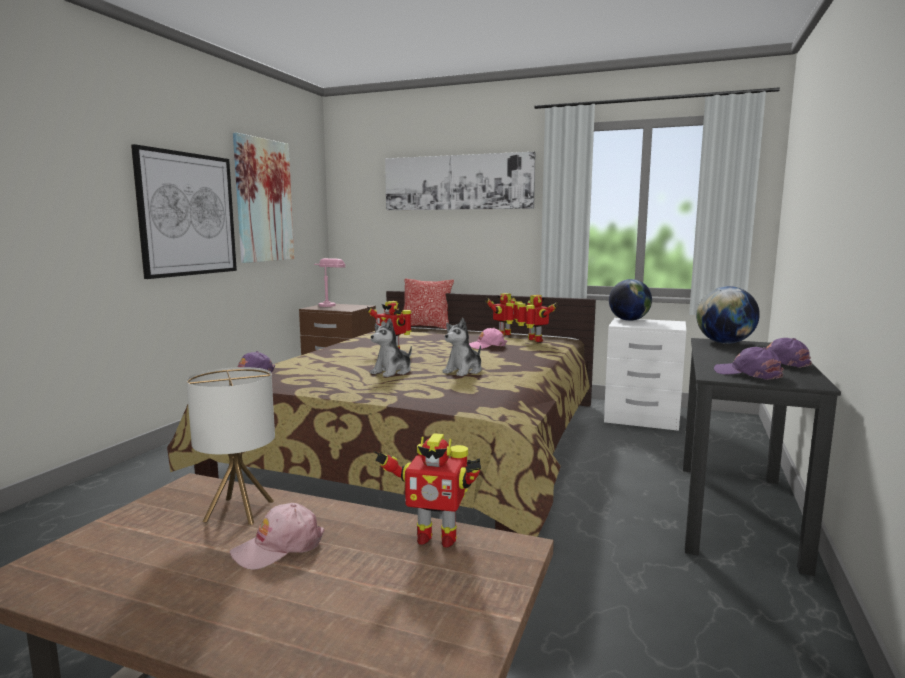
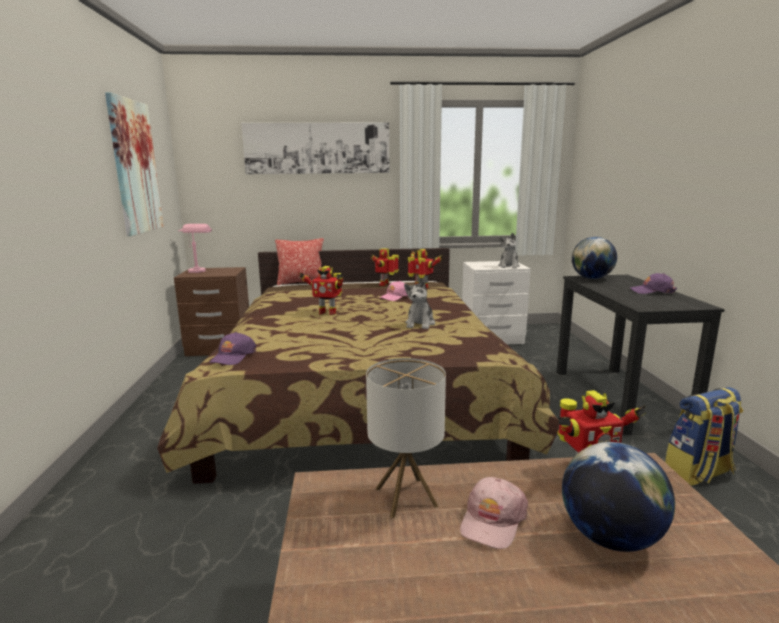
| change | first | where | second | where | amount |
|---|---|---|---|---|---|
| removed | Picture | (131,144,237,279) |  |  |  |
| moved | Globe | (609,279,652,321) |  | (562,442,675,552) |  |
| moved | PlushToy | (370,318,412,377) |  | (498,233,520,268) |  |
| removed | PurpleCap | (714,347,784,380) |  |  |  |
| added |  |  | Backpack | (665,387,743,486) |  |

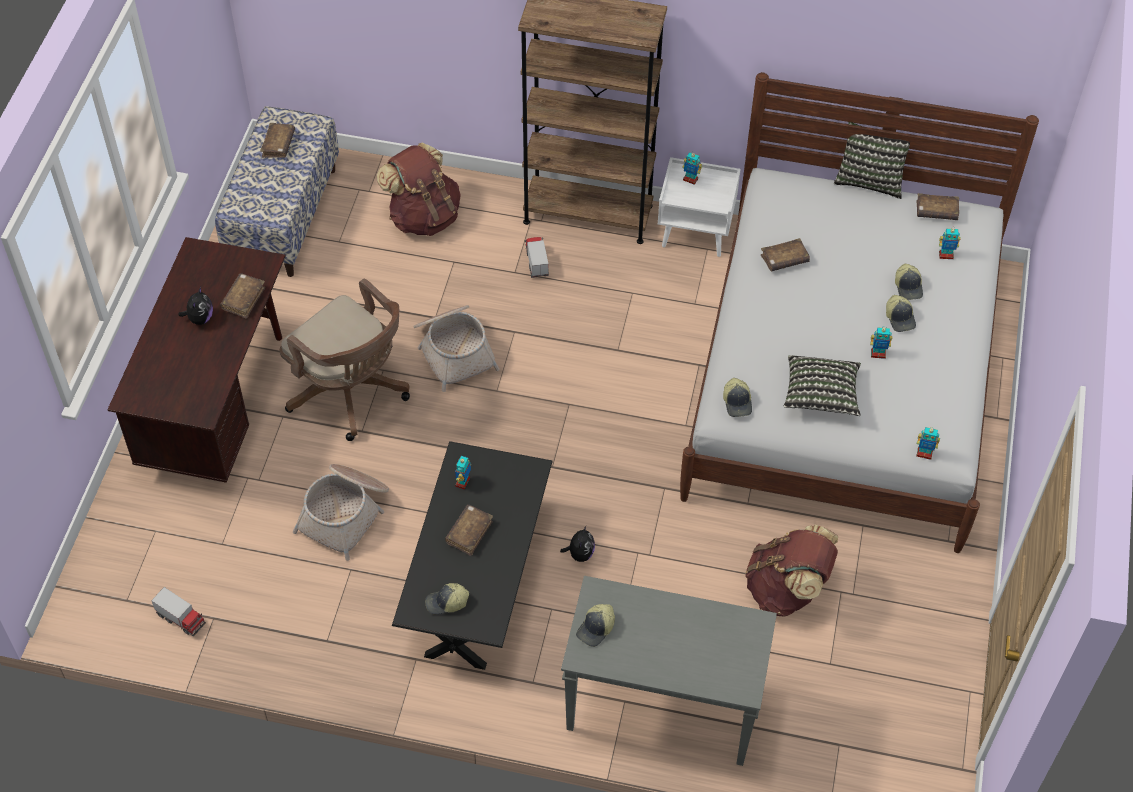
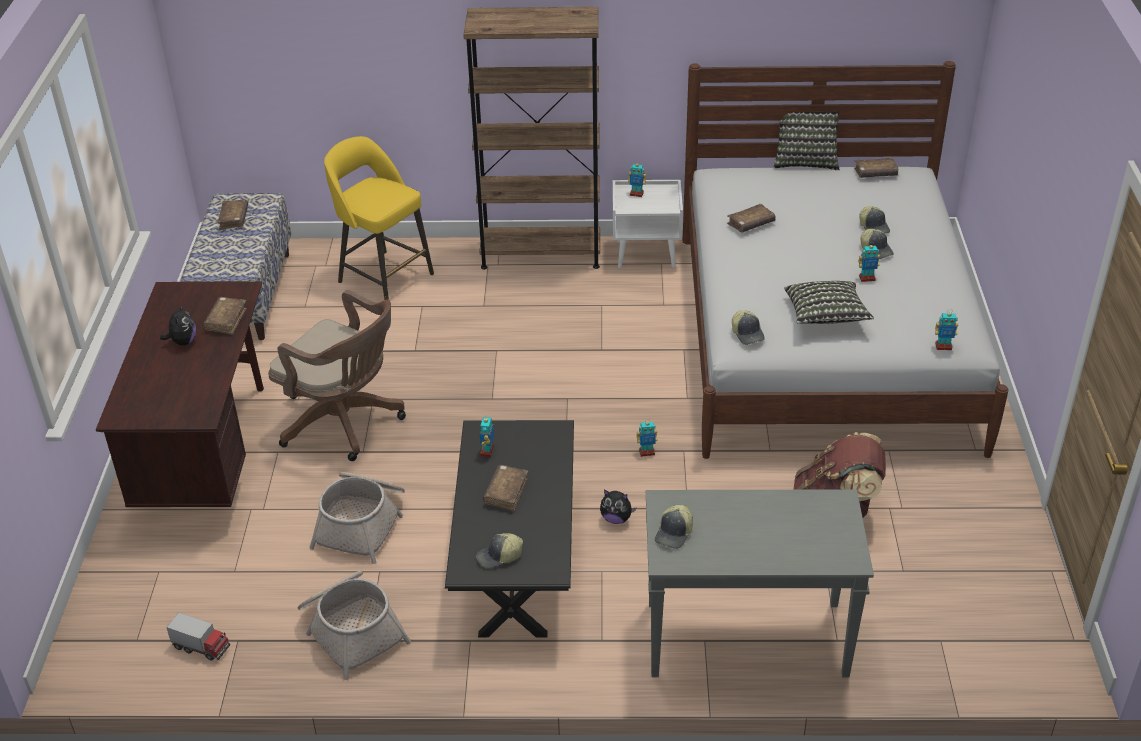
| change | first | where | second | where | amount |
|---|---|---|---|---|---|
| replaced | BrownBackpack | (377,143,461,236) | YellowStool | (324,136,434,300) |  |
| moved | ToyRobot | (939,228,960,259) |  | (636,421,658,457) |  |
| removed | ToyTruck | (525,237,549,278) |  |  |  |
| moved | Basket | (413,305,500,392) |  | (298,571,411,680) |  |
| turned | PlushToy | (560,526,595,562) |  | (600,490,636,524) | 105 degrees clockwise |

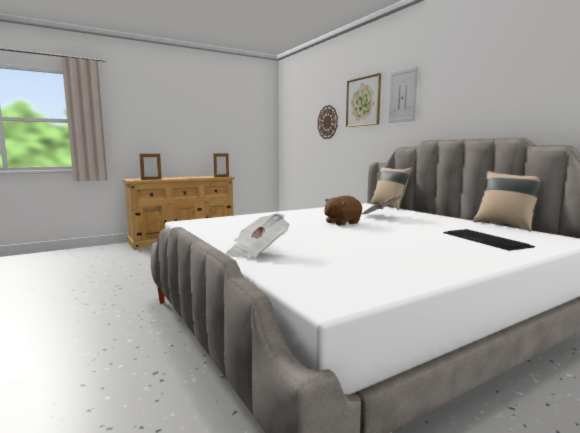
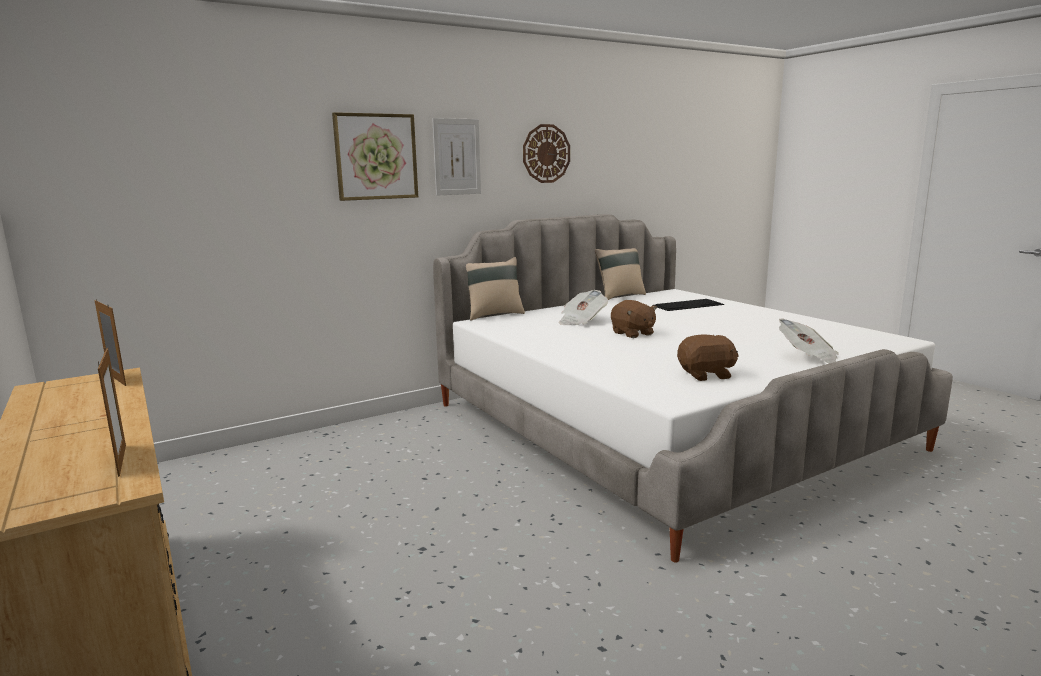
| change | first | where | second | where | amount |
|---|---|---|---|---|---|
| moved | WallClock | (318,105,338,139) |  | (523,124,570,183) |  |
| added |  |  | BrownPlushToy | (677,334,739,381) |  |

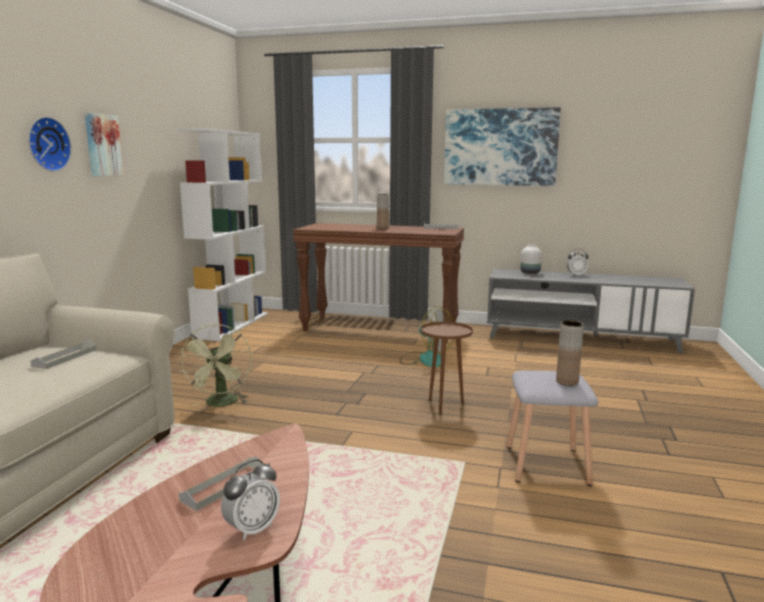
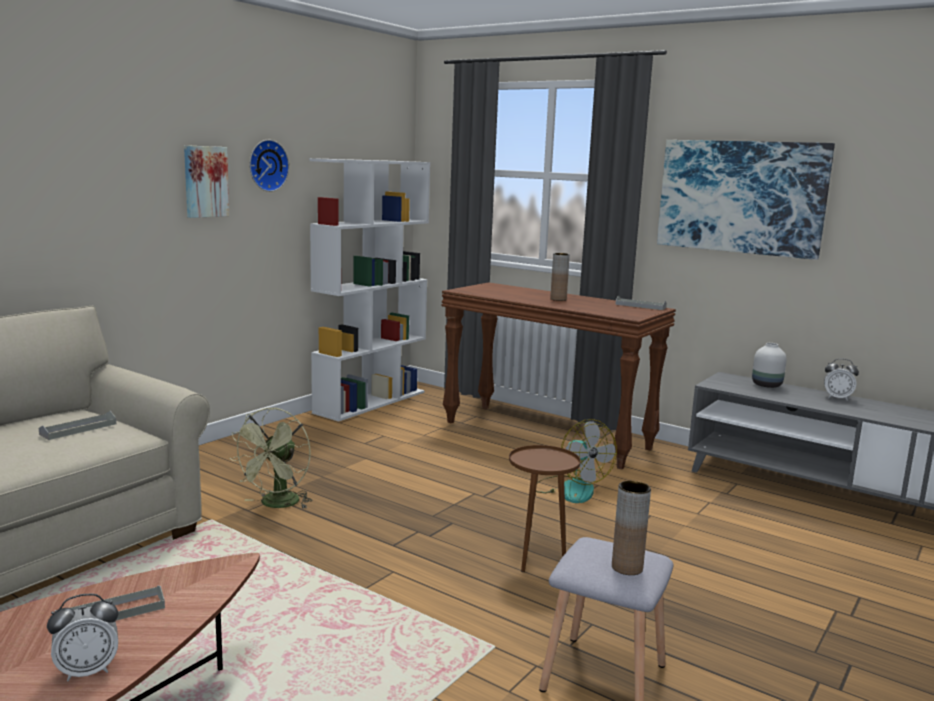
| change | first | where | second | where | amount |
|---|---|---|---|---|---|
| moved | WallClock | (28,117,72,172) |  | (249,140,289,192) |  |

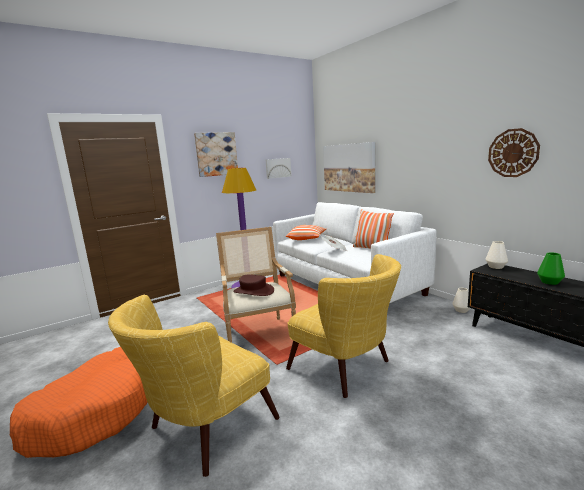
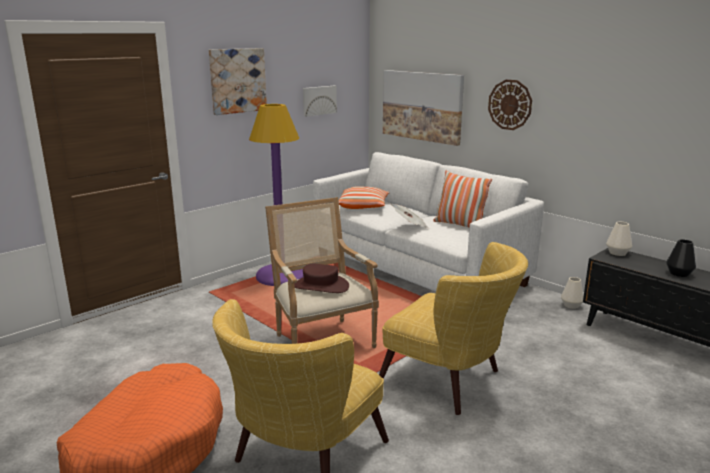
| change | first | where | second | where | amount |
|---|---|---|---|---|---|
| moved | WallClock | (488,128,540,177) |  | (488,80,532,130) |  |
| recoloured | GreenVase | (537,252,565,285) | BlackVase | (666,239,696,277) |  |

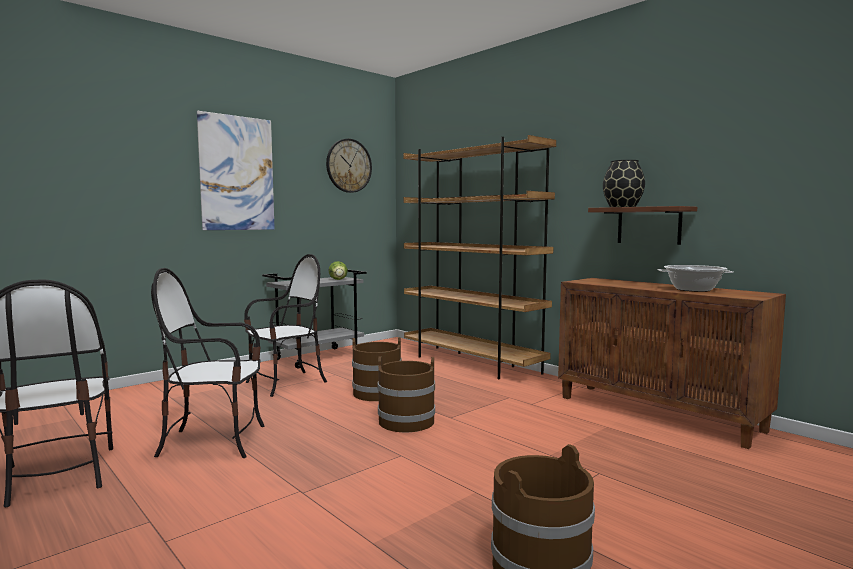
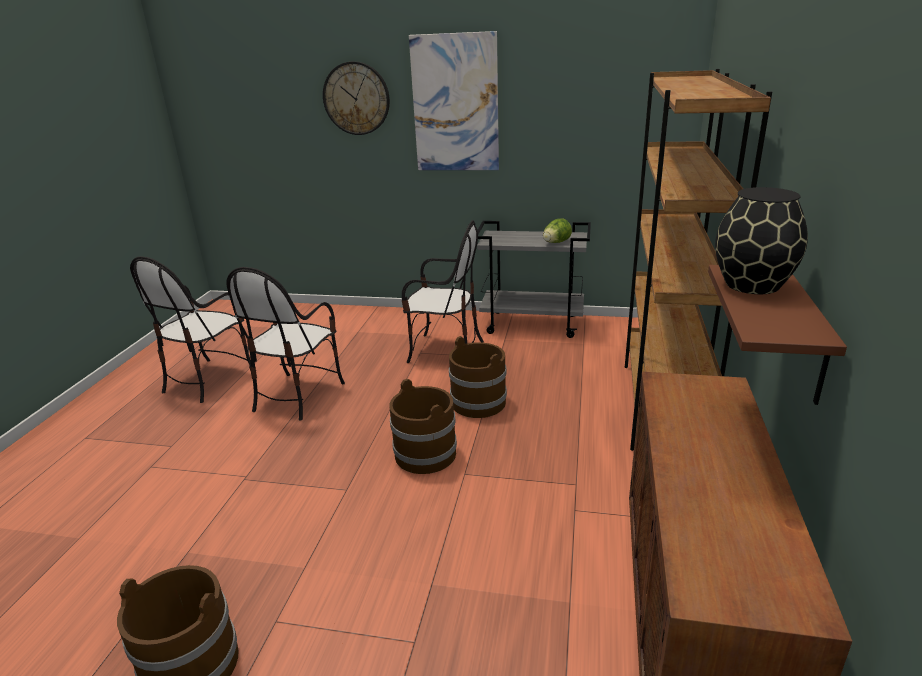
| change | first | where | second | where | amount |
|---|---|---|---|---|---|
| moved | WallClock | (326,139,372,193) |  | (323,61,390,135) |  |
| removed | CookingPot | (658,265,734,292) |  |  |  |
| turned | Chair | (151,268,264,458) |  | (227,267,345,421) | 120 degrees counterclockwise |

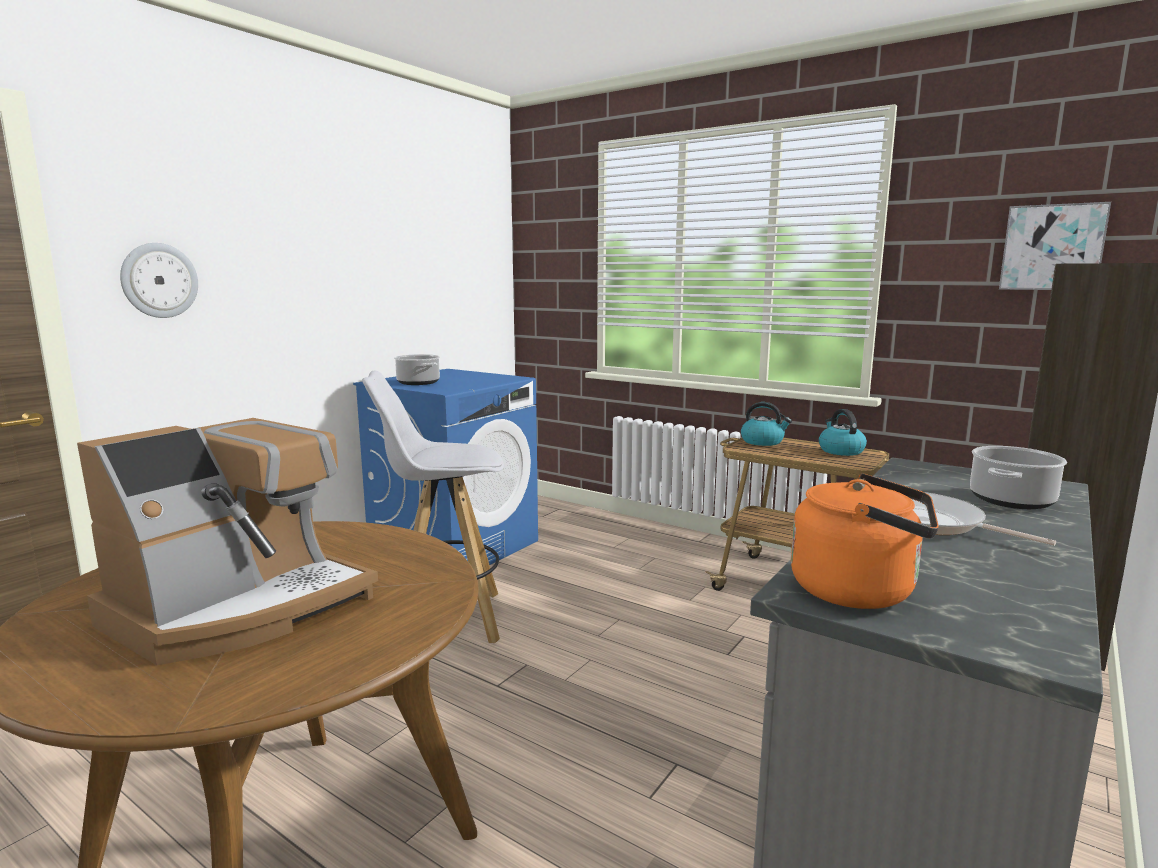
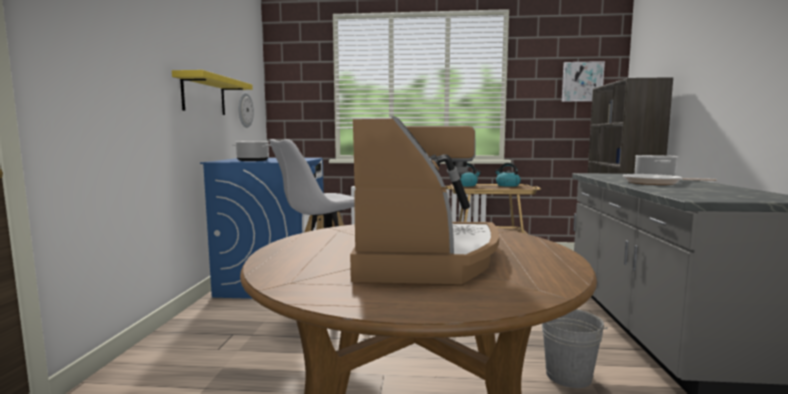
| change | first | where | second | where | amount |
|---|---|---|---|---|---|
| moved | WallClock | (120,243,198,318) |  | (238,92,254,128) |  |
| removed | OrangeKettle | (791,473,939,609) |  |  |  |
| added |  |  | YellowShelf | (172,70,253,115) |  |
| added |  |  | GreyBucket | (542,309,608,388) |  |

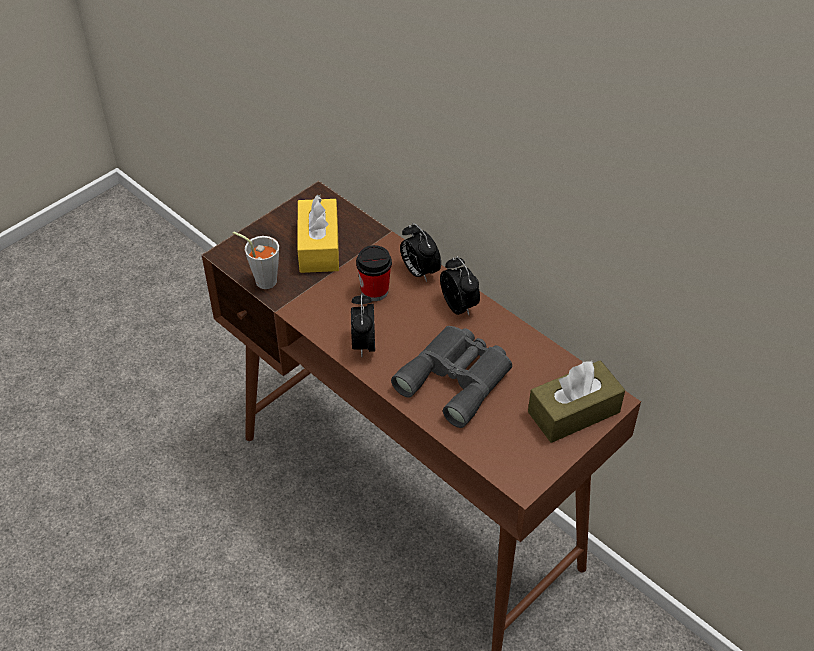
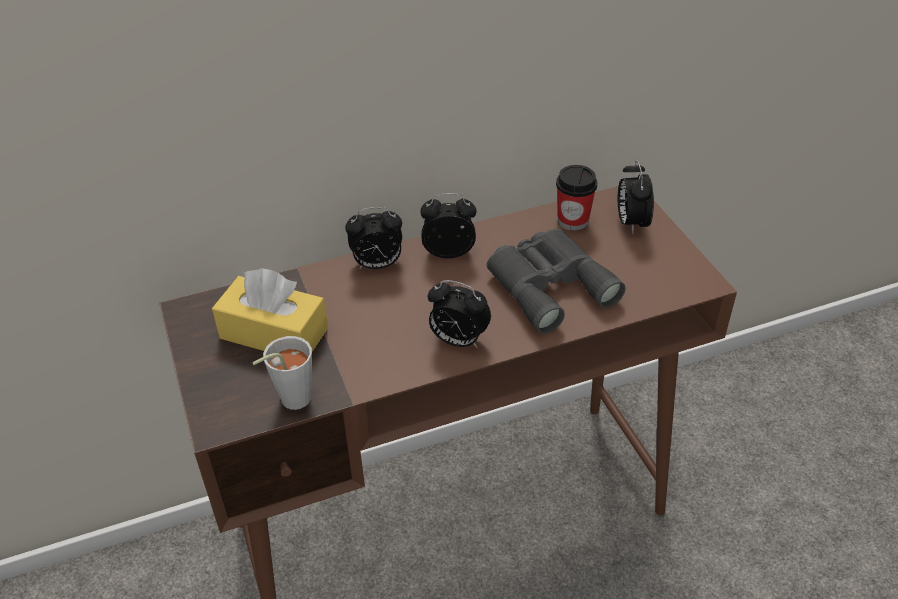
| change | first | where | second | where | amount |
|---|---|---|---|---|---|
| moved | Cup | (356,245,392,301) |  | (556,165,597,231) |  |
| replaced | BrownTissueBox | (528,360,625,443) | AlarmClock | (618,160,654,235) |  |

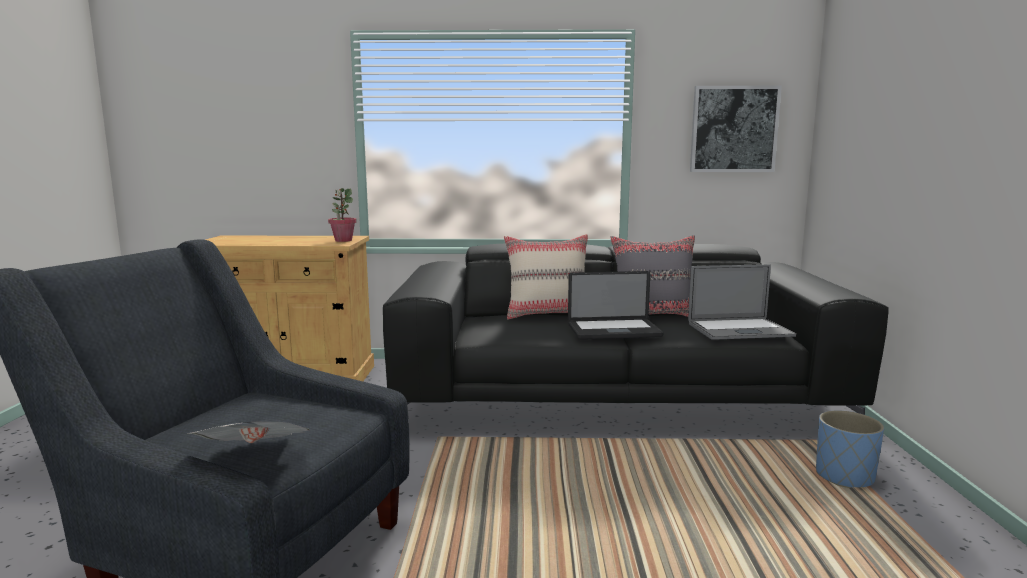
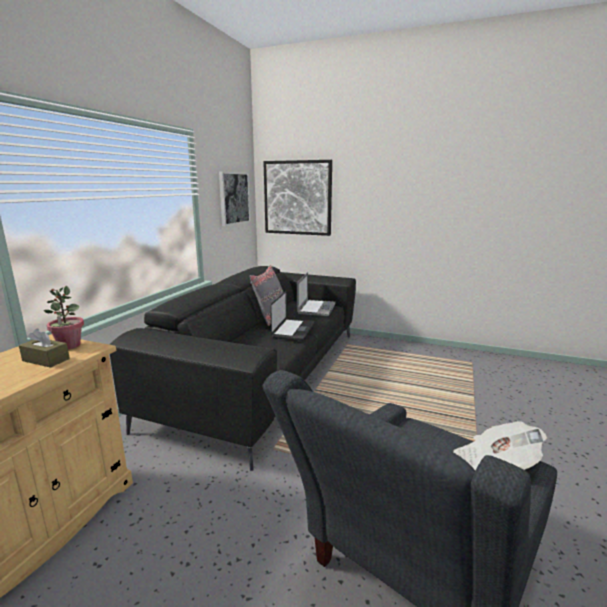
| change | first | where | second | where | amount |
|---|---|---|---|---|---|
| removed | BeigePillow | (504,234,588,319) |  |  |  |
| removed | BluePlanter | (816,411,884,488) |  |  |  |
| added |  |  | Picture | (263,160,332,236) |  |
| added |  |  | BrownTissueBox | (19,329,70,368) |  |

